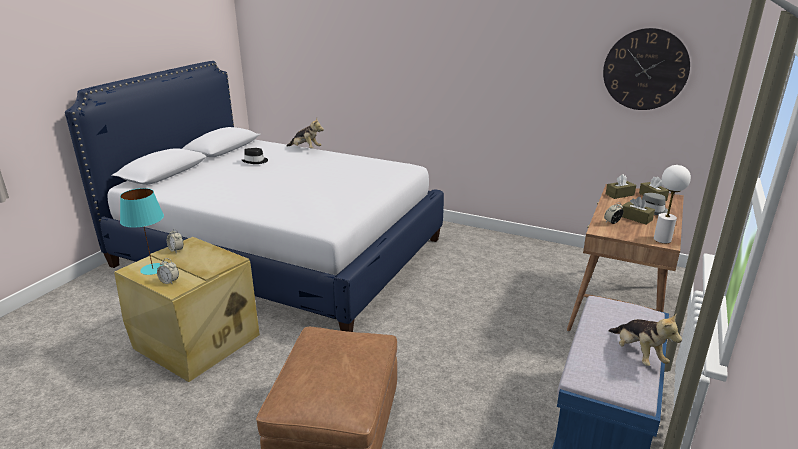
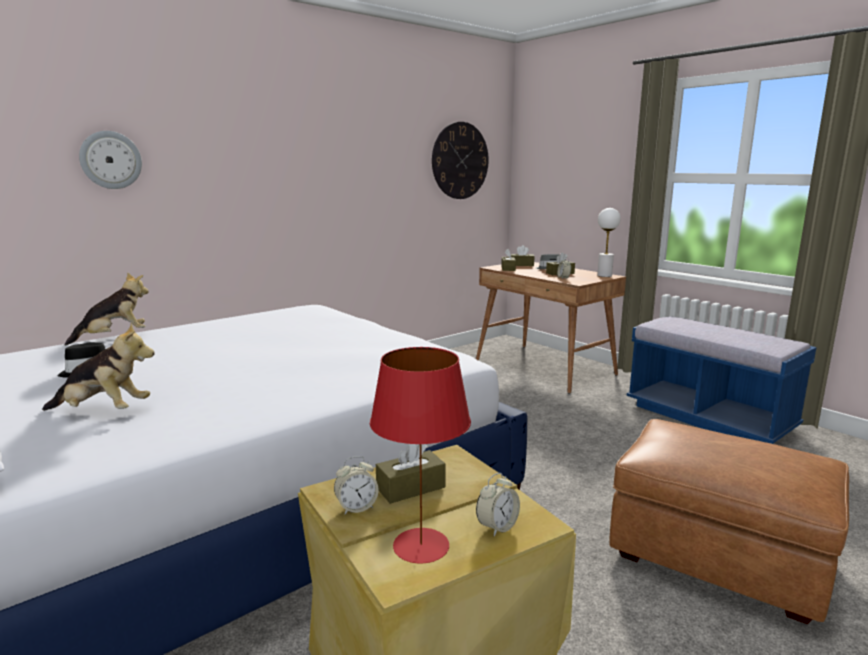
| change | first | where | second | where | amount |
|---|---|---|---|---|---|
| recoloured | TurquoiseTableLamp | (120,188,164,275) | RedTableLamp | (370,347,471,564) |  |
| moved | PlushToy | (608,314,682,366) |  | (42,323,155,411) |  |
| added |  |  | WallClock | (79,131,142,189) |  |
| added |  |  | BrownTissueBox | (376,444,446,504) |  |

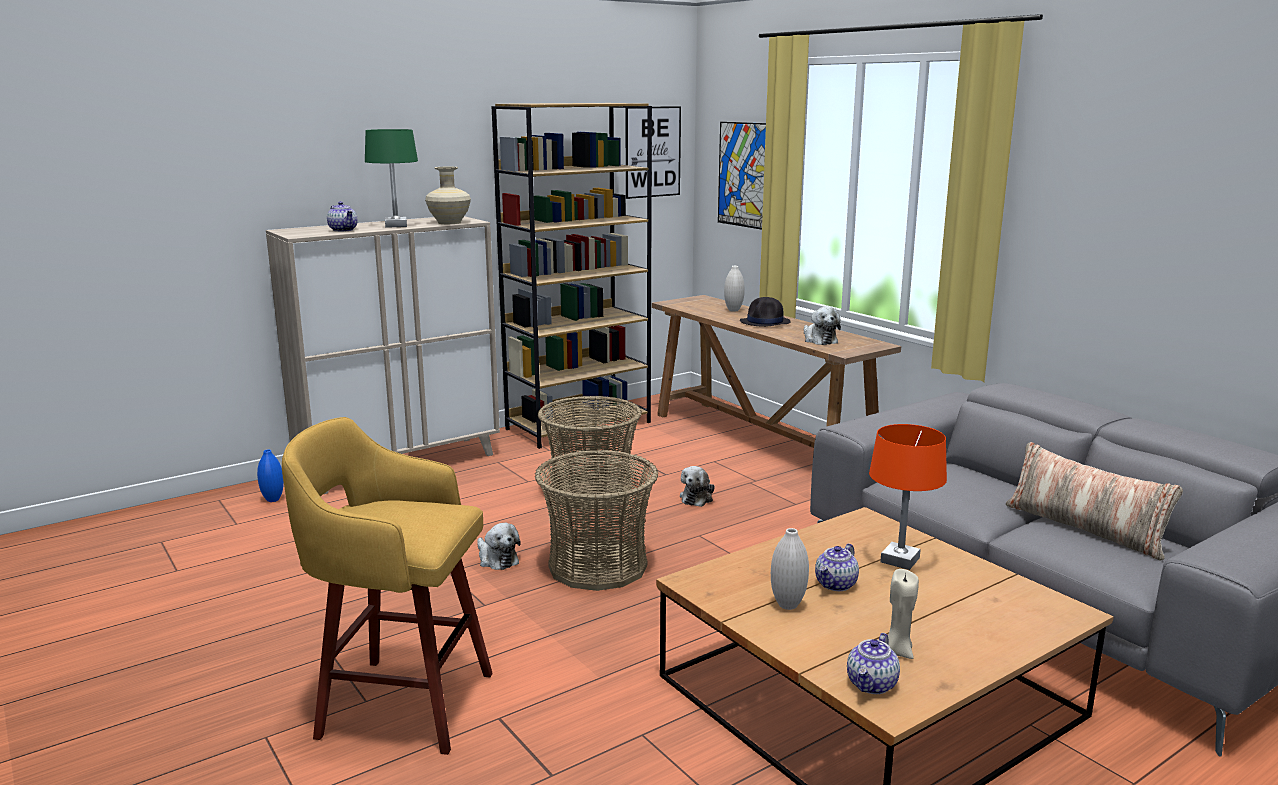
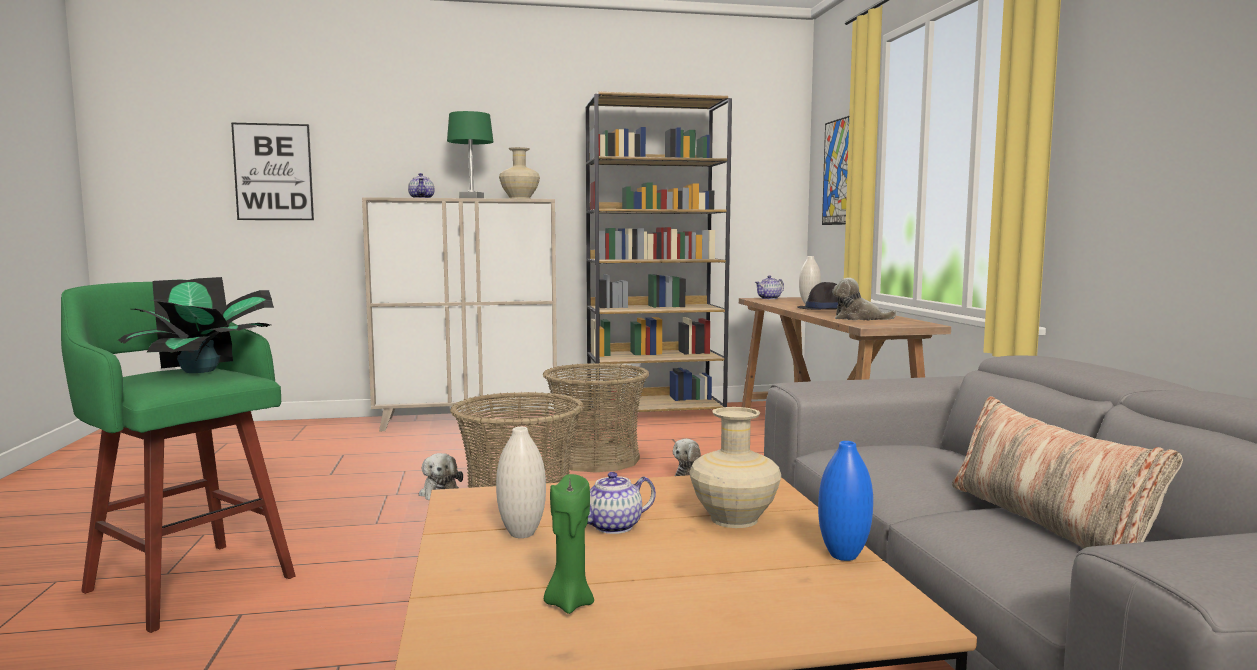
| change | first | where | second | where | amount |
|---|---|---|---|---|---|
| moved | Picture | (625,106,681,199) |  | (231,123,314,220) |  |
| turned | PlushToy | (804,306,841,345) |  | (832,278,897,320) | 105 degrees clockwise |
| recoloured | YellowStool | (282,417,493,755) | GreenStool | (61,282,296,633) |  |
| replaced | OrangeTableLamp | (869,424,947,570) | BeigeVase | (689,407,781,528) |  |
| moved | BlueVase | (257,449,284,502) |  | (818,441,873,561) |  |
| recoloured | BeigeCandle | (888,569,919,659) | GreenCandle | (544,474,594,614) |  |
| moved | Teapot | (847,633,900,694) |  | (755,275,784,299) |  |
| added |  |  | PottedPlant | (118,277,274,373) |  |

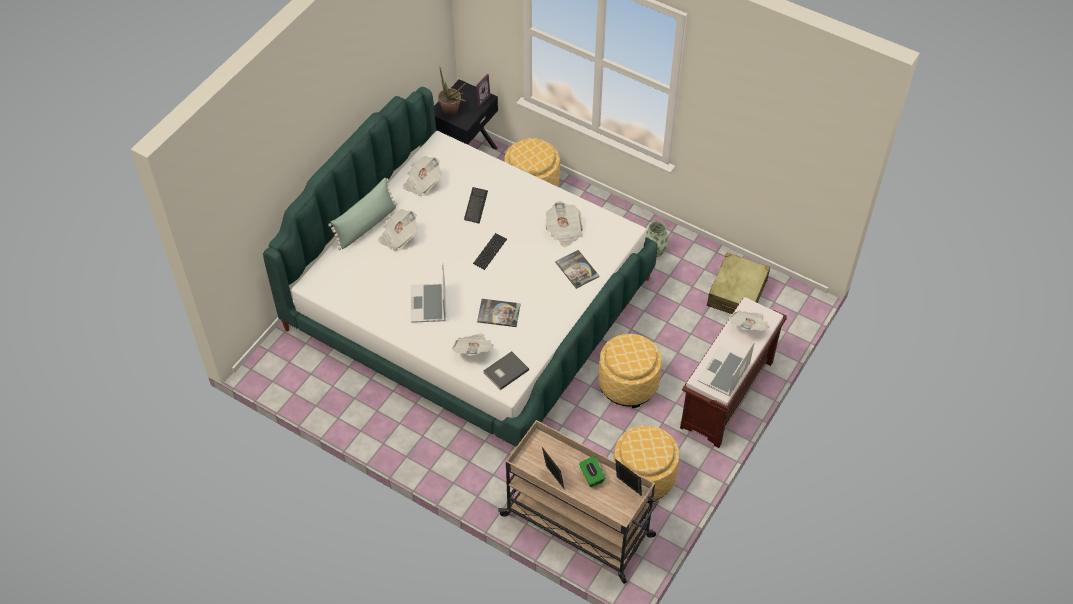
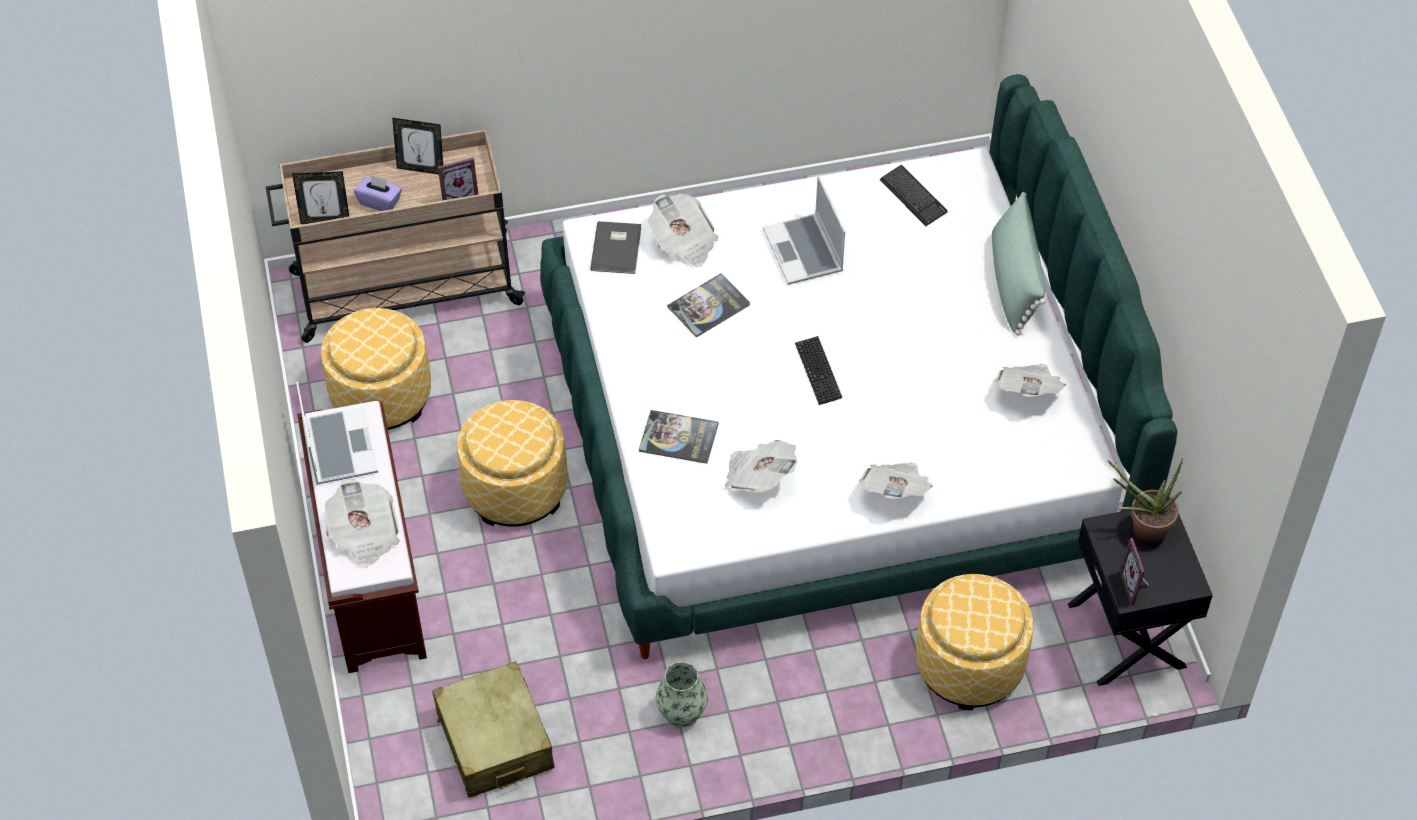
| change | first | where | second | where | amount |
|---|---|---|---|---|---|
| moved | Keyboard | (464,187,488,224) |  | (880,165,948,226) |  |
| moved | Newspaper | (378,209,418,251) |  | (859,462,933,499) |  |
| turned | Laptop | (411,263,446,323) |  | (763,176,845,285) | 150 degrees counterclockwise |
| recoloured | GreenTissueBox | (579,456,605,487) | PurpleTissueBox | (354,174,402,211) |  |
| added |  |  | PictureFrame | (438,158,478,201) |  |

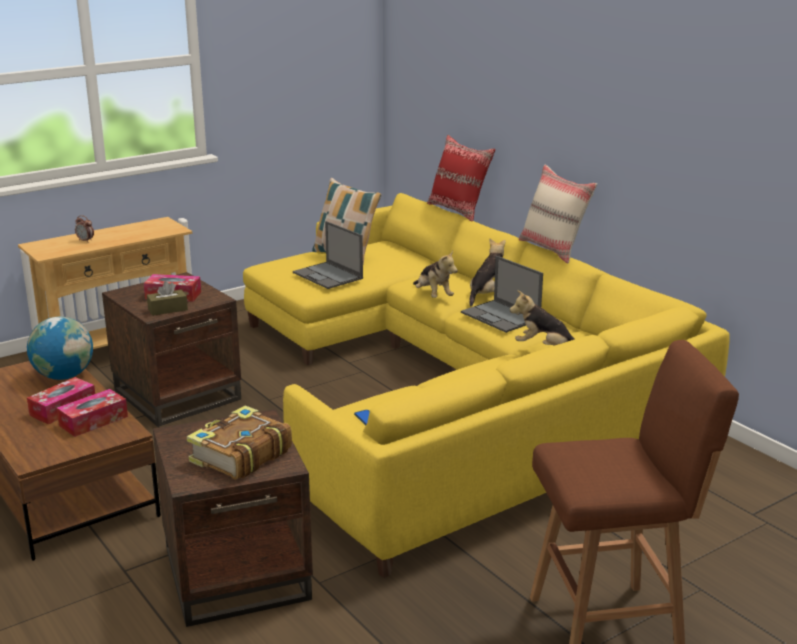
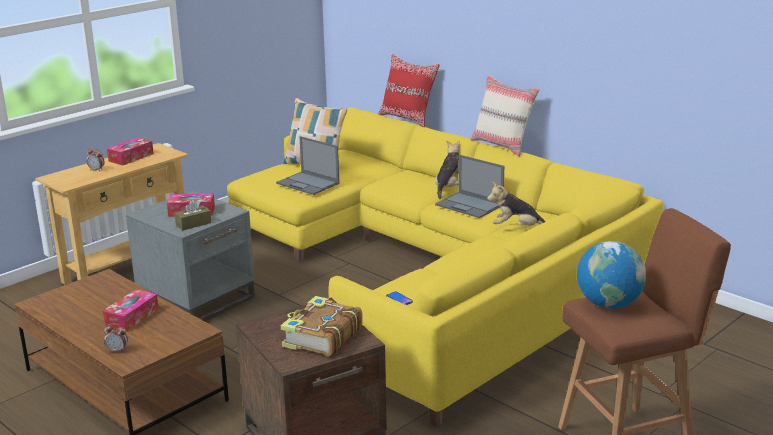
| change | first | where | second | where | amount |
|---|---|---|---|---|---|
| removed | PlushToy | (413,250,458,298) |  |  |  |
| recoloured | BrownSideTable | (102,272,241,427) | GreySideTable | (126,190,255,321) |  |
| moved | Globe | (27,316,93,380) |  | (577,241,646,309) |  |
| moved | TissueBox | (57,389,128,437) |  | (107,138,154,165) |  |
| added |  |  | AlarmClock | (104,324,128,353) |  |

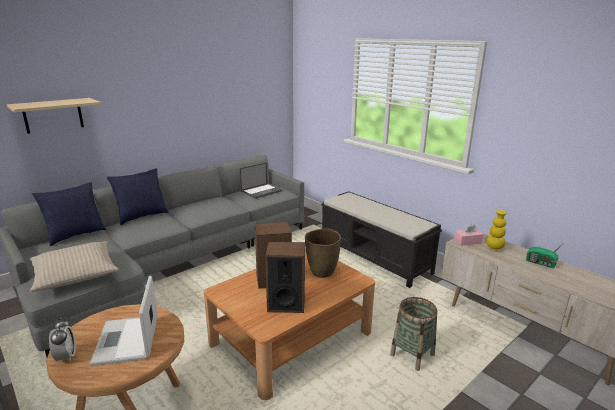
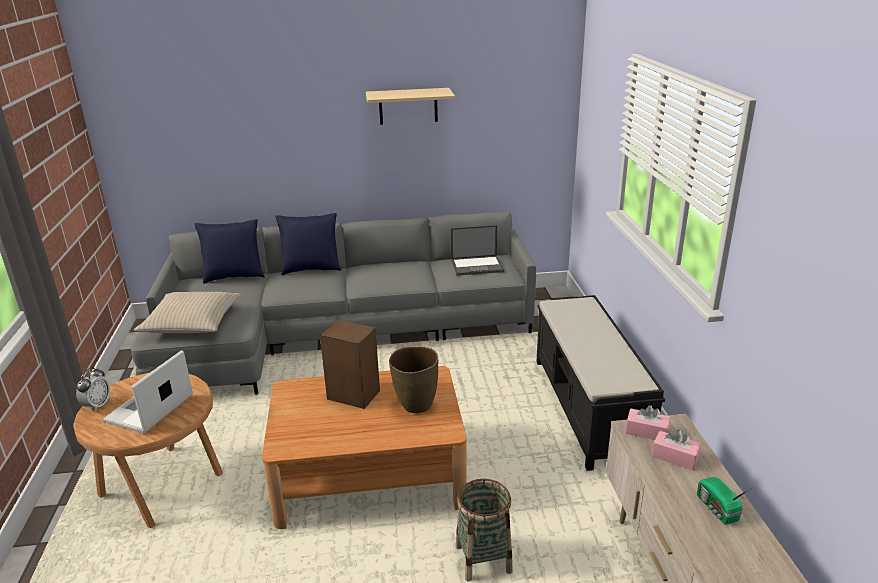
| change | first | where | second | where | amount |
|---|---|---|---|---|---|
| moved | BeigeShelf | (7,98,101,134) |  | (366,88,455,125) |  |
| replaced | YellowVase | (486,210,507,250) | PinkTissueBox | (652,430,701,470) |  |
| removed | Speaker | (265,242,305,313) |  |  |  |

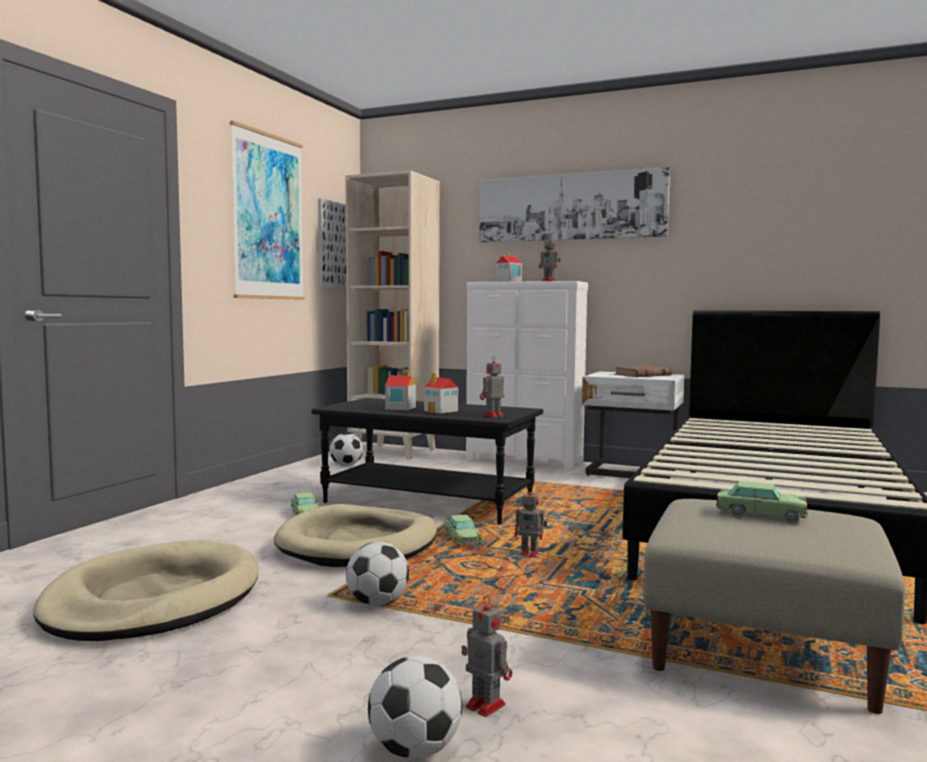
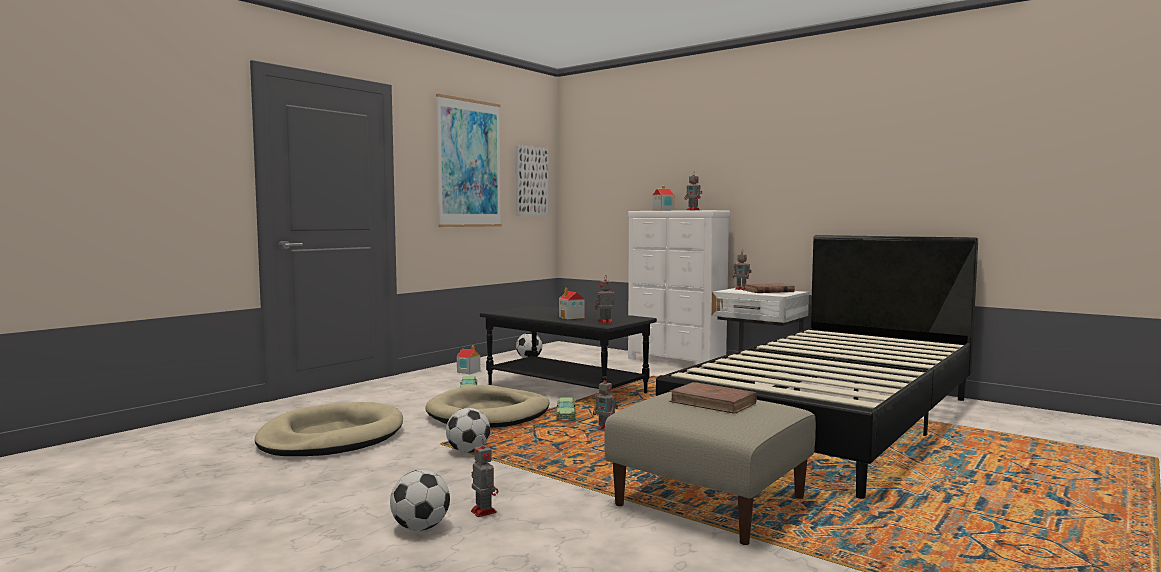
| change | first | where | second | where | amount |
|---|---|---|---|---|---|
| removed | Picture | (479,167,670,243) |  |  |  |
| removed | BeigeBookcase | (345,170,440,460) |  |  |  |
| moved | ToyHouse | (385,371,416,410) |  | (457,346,480,374) |  |
| replaced | ToyCar | (716,481,808,524) | BrownBook | (669,382,757,414) |  |
| added |  |  | ToyRobot | (733,252,752,290) |  |

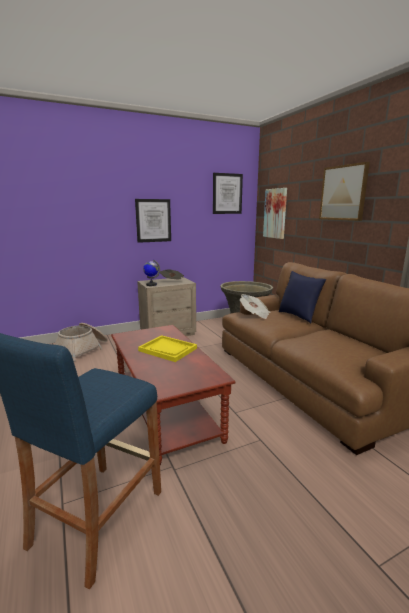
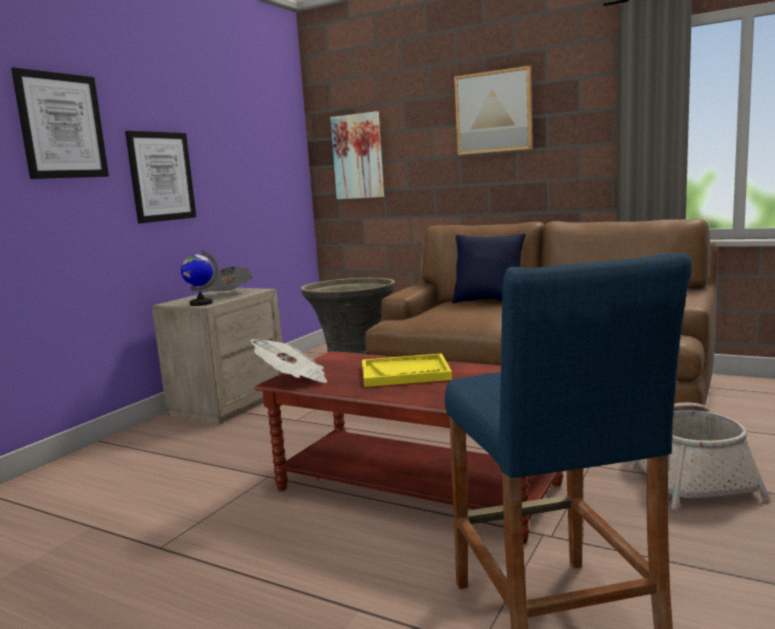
| change | first | where | second | where | amount |
|---|---|---|---|---|---|
| moved | Picture | (213,173,243,214) |  | (11,68,109,179) |  |
| moved | Newspaper | (240,294,270,319) |  | (250,339,327,383) |  |
| moved | Basket | (55,323,108,362) |  | (629,402,770,510) |  |

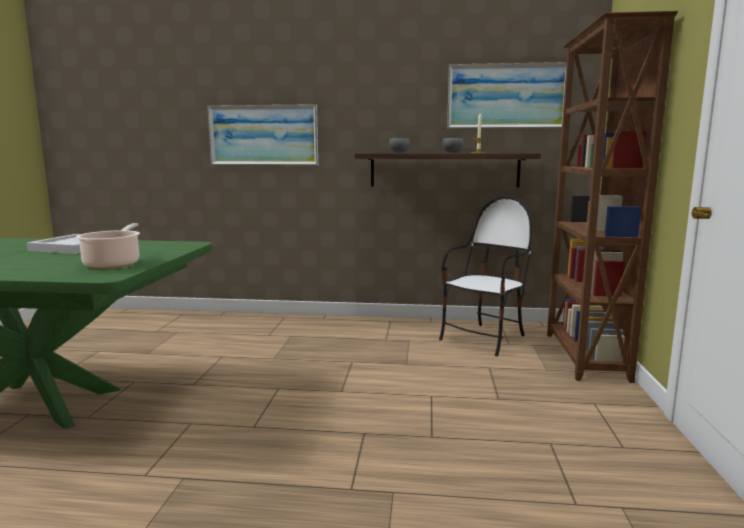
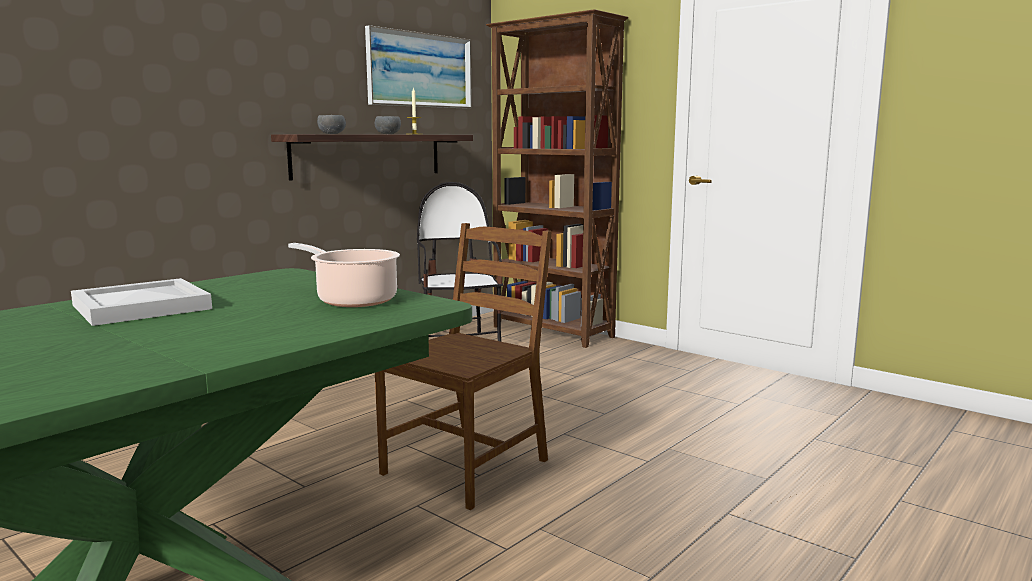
| change | first | where | second | where | amount |
|---|---|---|---|---|---|
| removed | Picture | (207,104,318,165) |  |  |  |
| added |  |  | BrownChair | (375,223,552,510) |  |

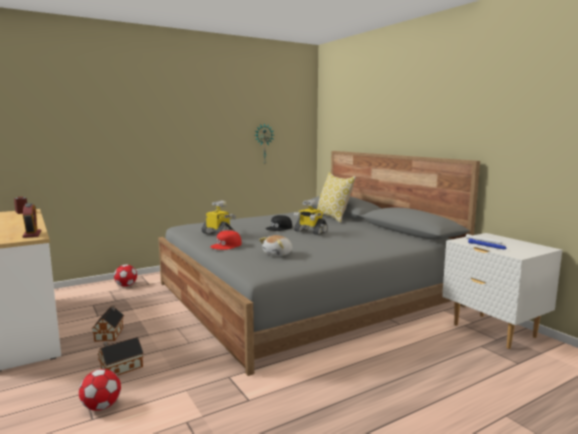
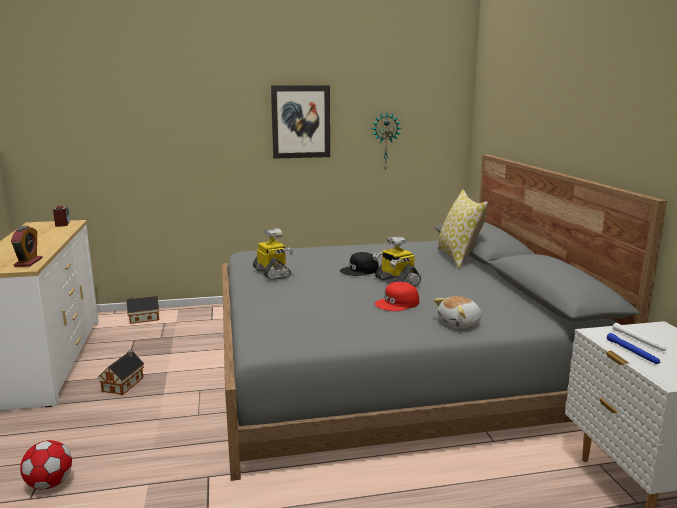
| change | first | where | second | where | amount |
|---|---|---|---|---|---|
| moved | RedCap | (210,230,241,250) |  | (375,282,419,311) |  |
| moved | PlushToy | (259,235,292,257) |  | (434,296,482,328) |  |
| removed | Football | (114,265,137,287) |  |  |  |
| moved | ToyHouse | (98,337,144,376) |  | (126,296,159,324) |  |
| added |  |  | Picture | (271,86,330,159) |  |

